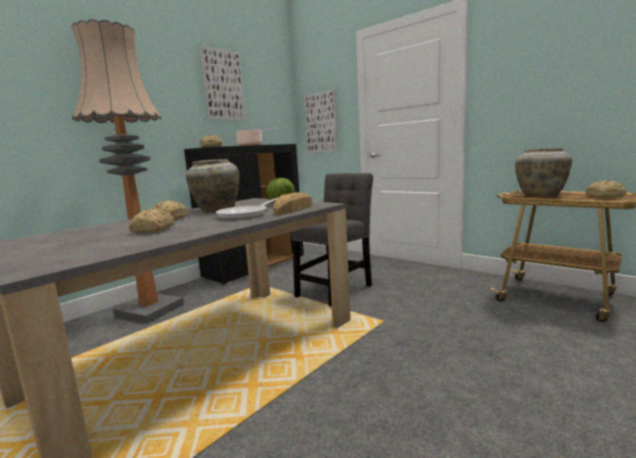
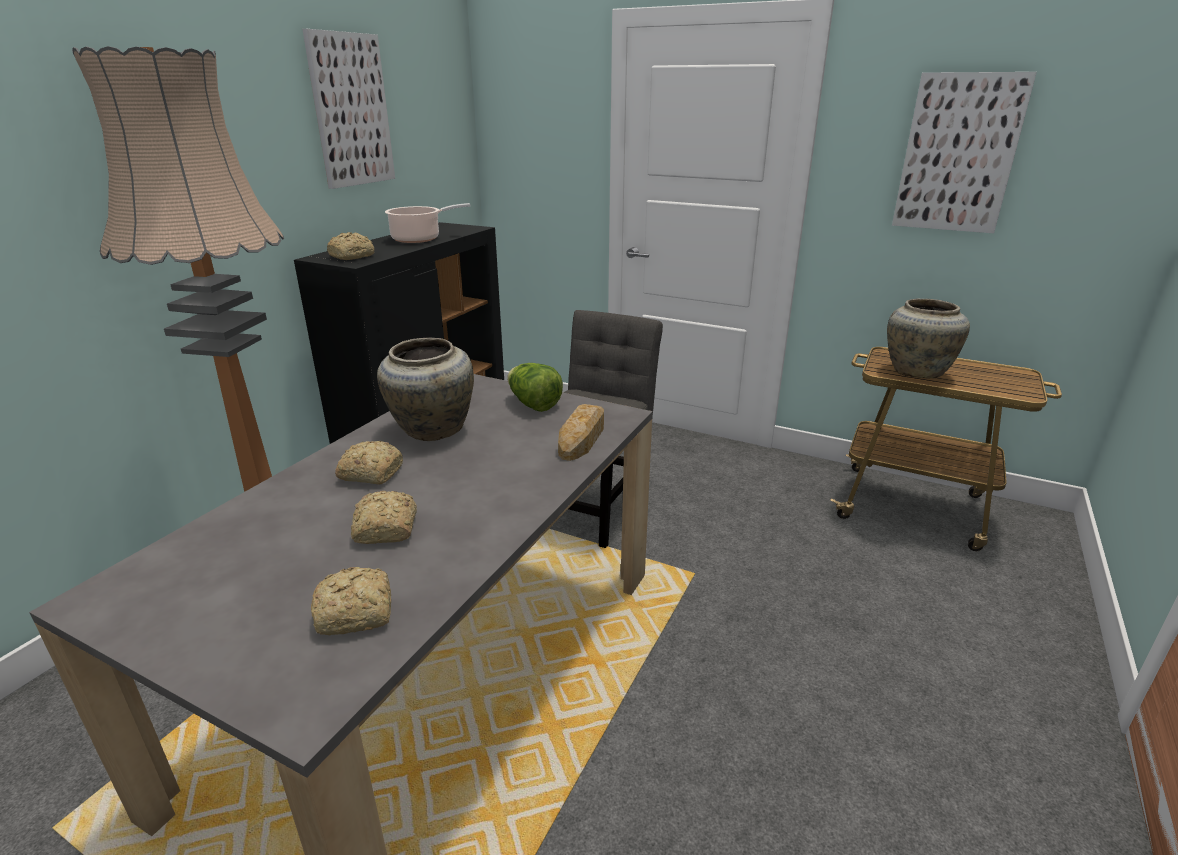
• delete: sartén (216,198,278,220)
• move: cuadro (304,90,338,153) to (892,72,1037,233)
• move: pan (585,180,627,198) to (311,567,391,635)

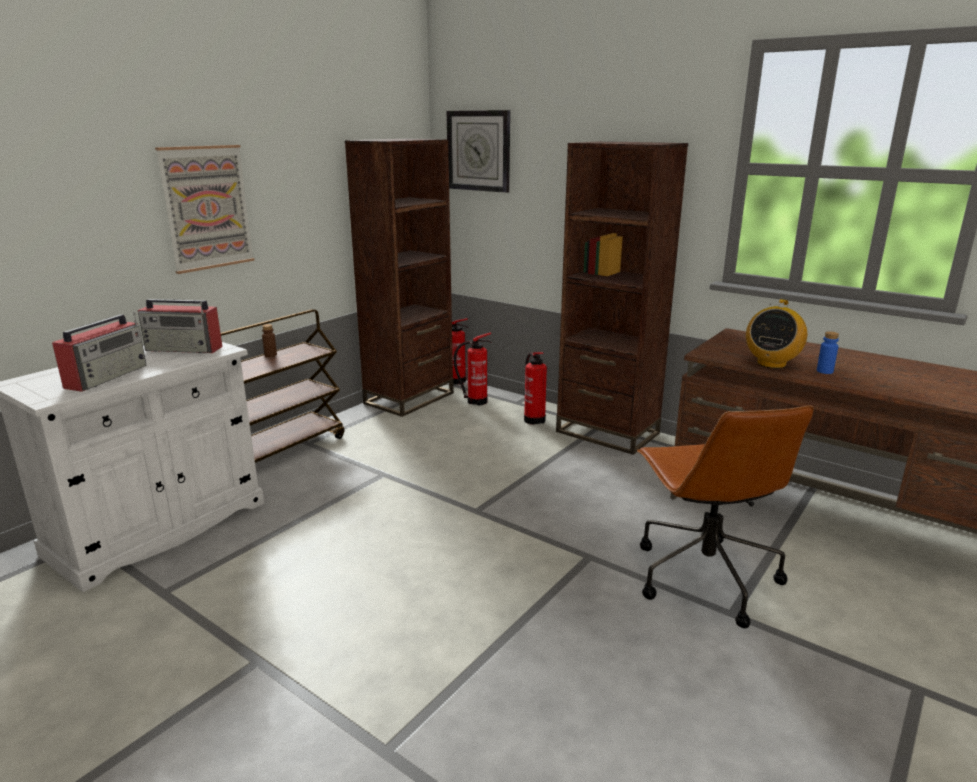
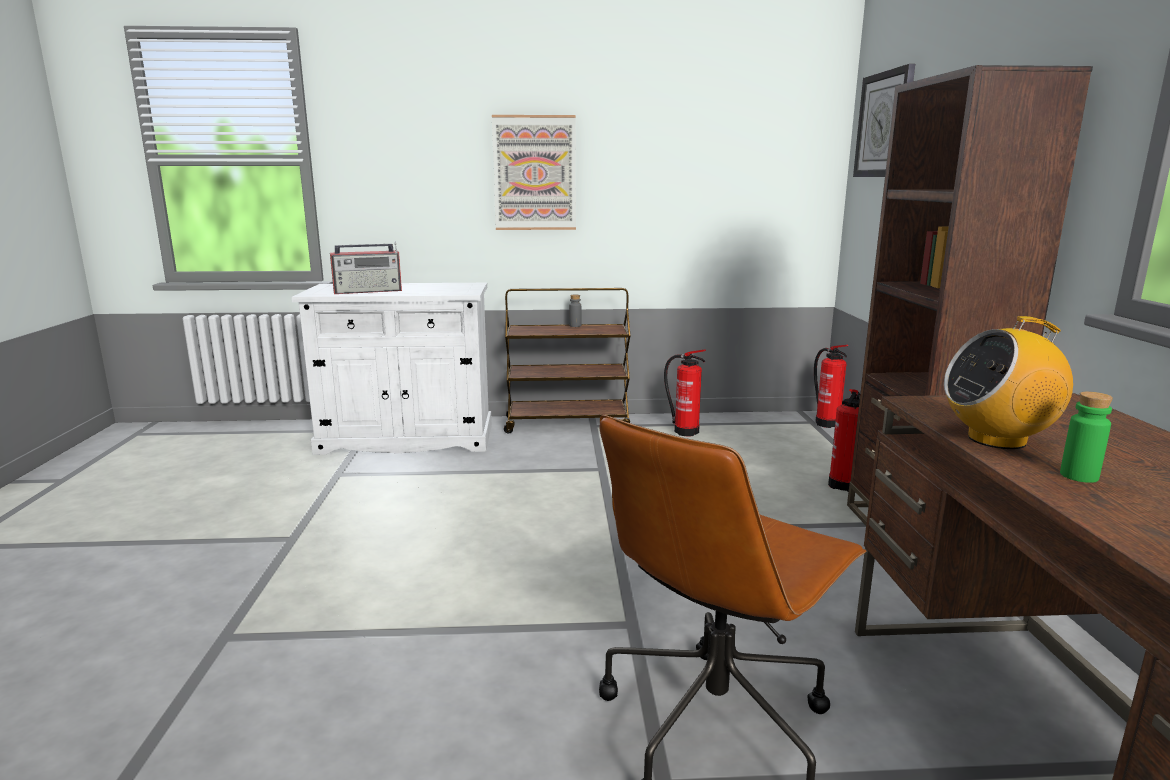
• delete: radio (138,299,223,353)
• recolor: botella [marrón] (262,324,277,357) to botella [gris] (569,295,581,327)
• delete: estantería [marrón] (345,139,454,417)
• move: extintor (453,333,491,406) to (664,349,706,437)
• recolor: botella [azul] (817,331,839,374) to botella [verde] (1060,391,1113,483)

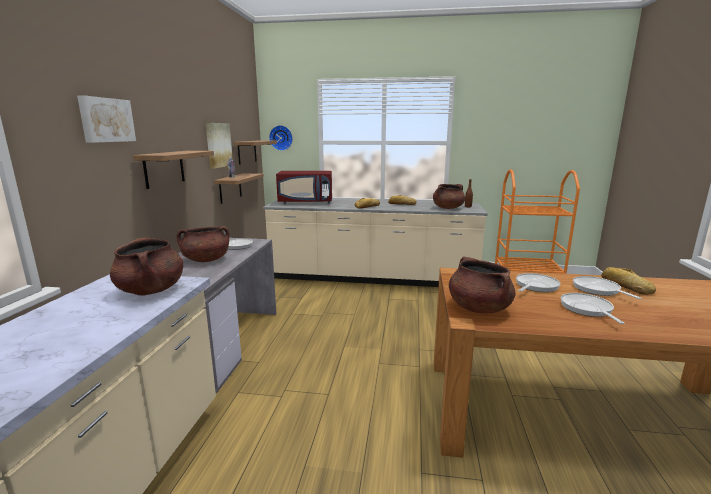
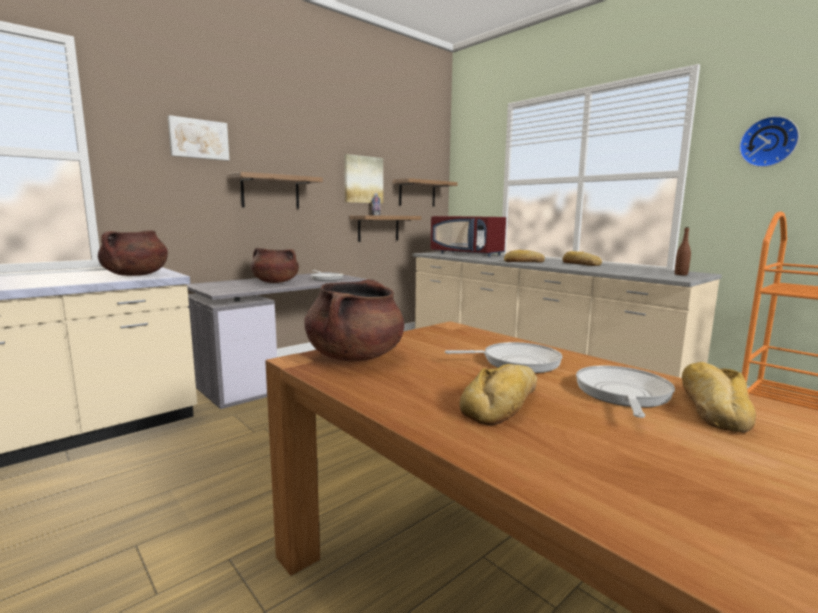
• move: reloj de pared (269,125,293,151) to (739,116,799,167)
• delete: olla [marrón] (433,184,465,209)
• replace: sartén (561,293,624,324) to pan (459,364,537,425)

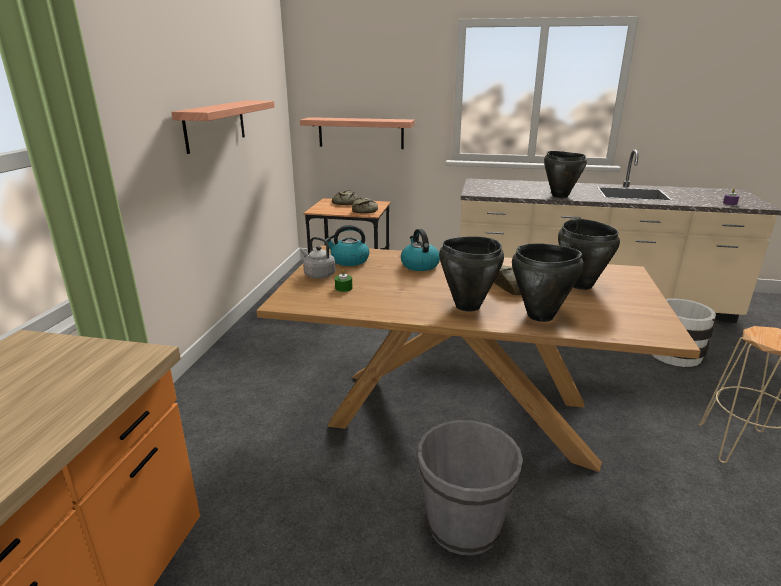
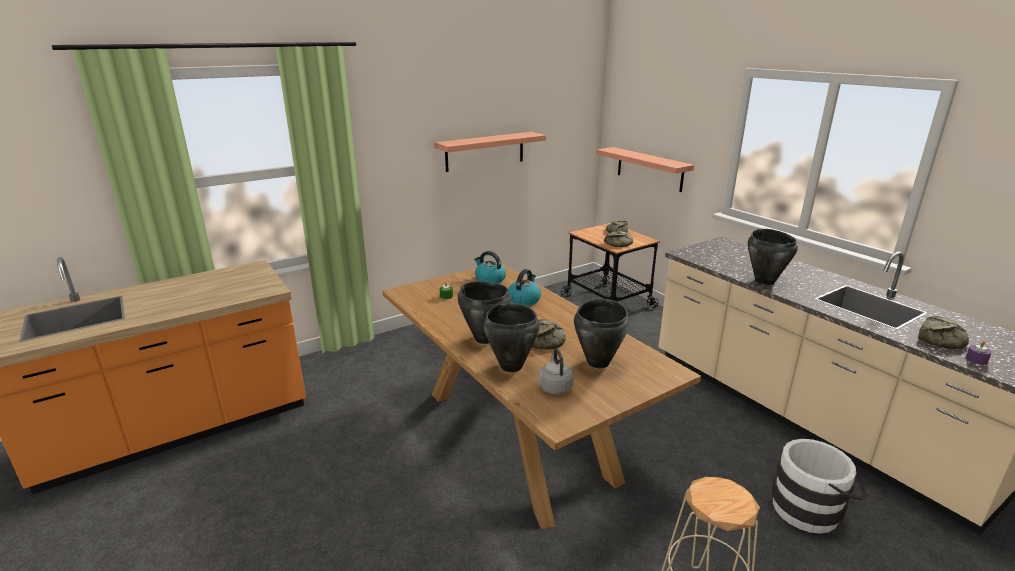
• move: hervidor [gris] (301,237,336,278) to (539,348,574,394)
• delete: cubo [gris] (418,420,523,555)
• insert: pan (918,316,969,349)

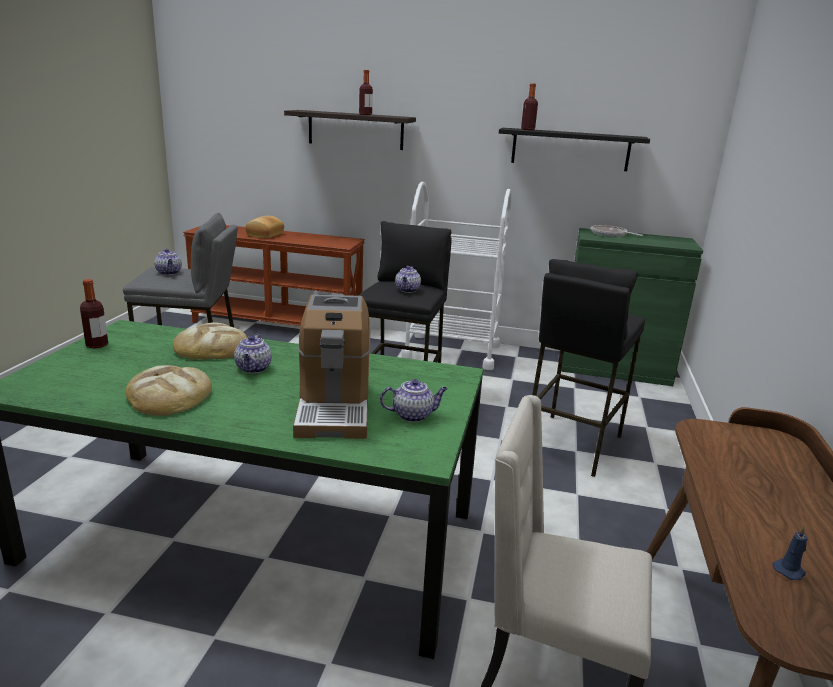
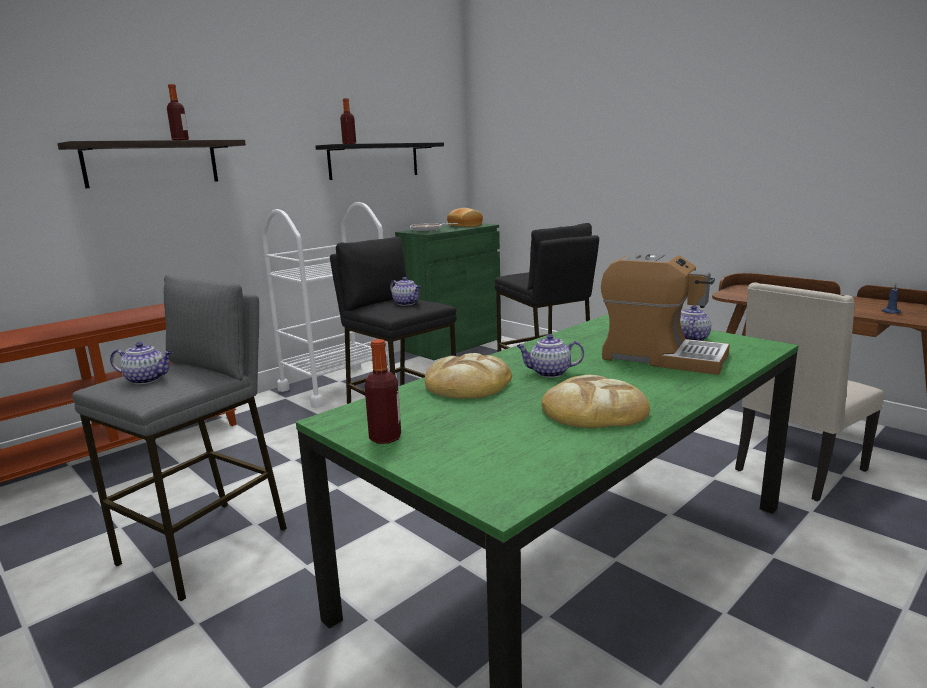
• rotate: tetera (234,334,272,373) = (516,334,584,378) 150 degrees clockwise
• move: pan (245,216,284,238) to (447,208,483,227)

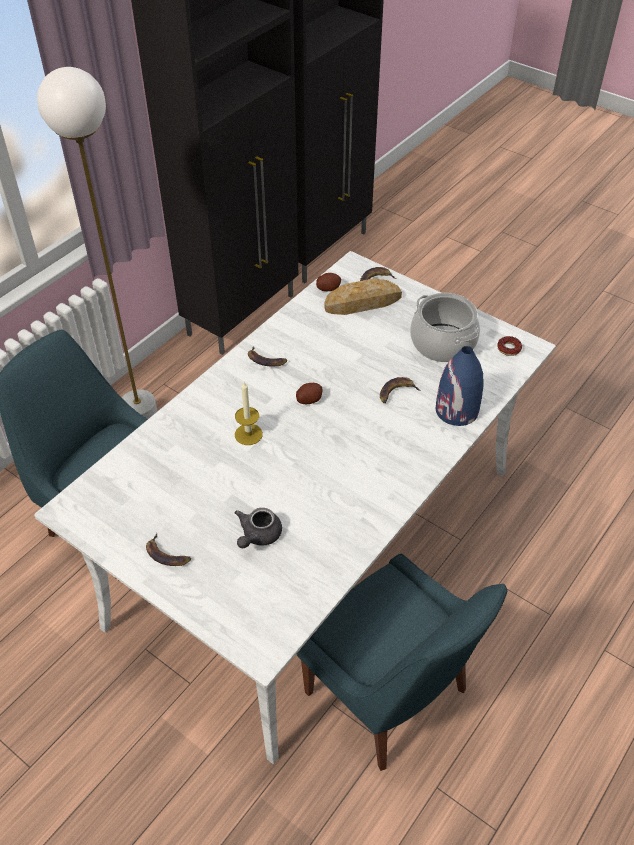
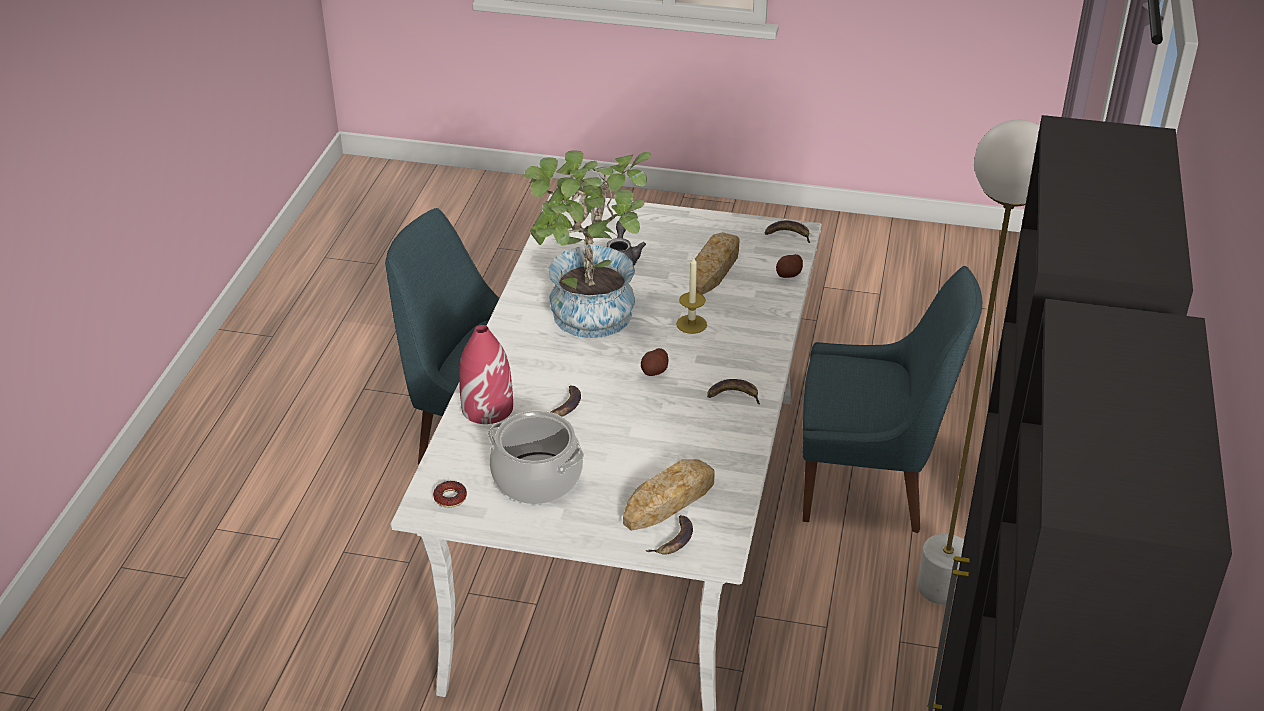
• move: plátano (146,533,191,566) to (765,221,810,243)
• move: patata (316,273,341,291) to (776,254,803,278)
• recolor: florero [azul] (436,346,484,426) to florero [rojo] (459,325,513,424)
• insert: planta en maceta (524,150,651,338)
• insert: pan (695,232,740,295)

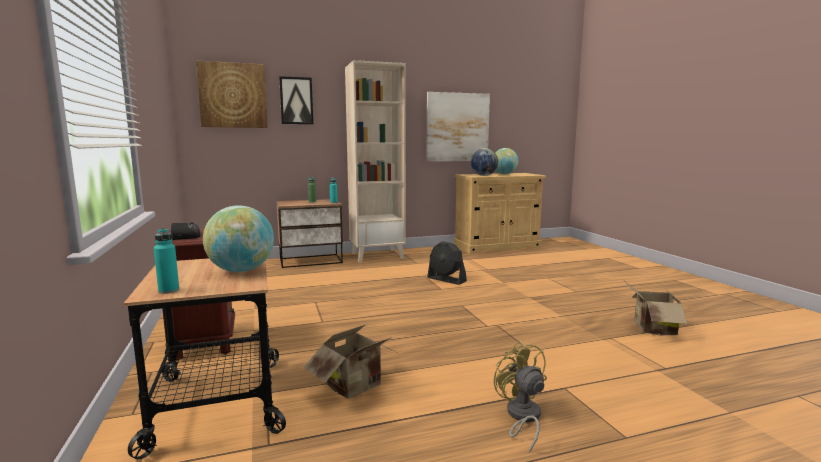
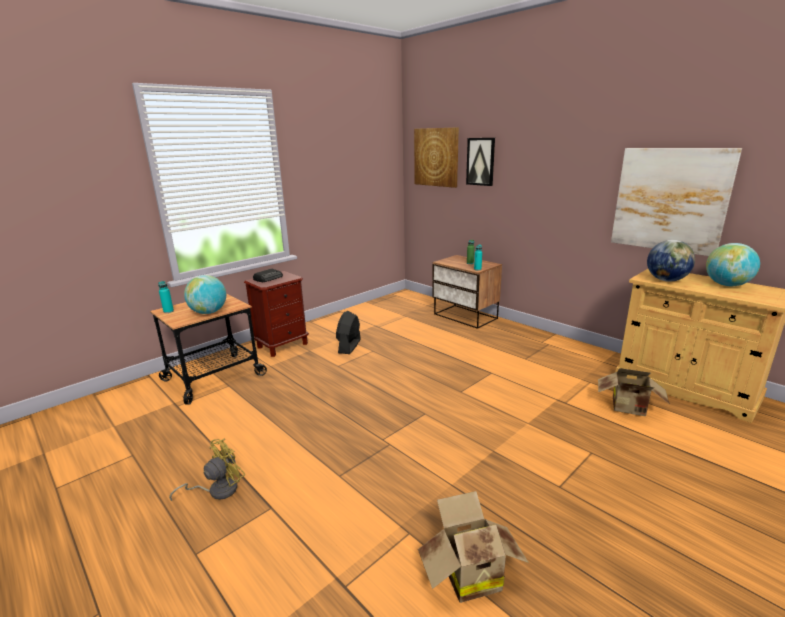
• move: caja de cartón (303,325,397,399) to (598,368,670,416)
• delete: estantería [beis] (345,60,406,262)
• move: ventilador [negro] (427,241,467,285) to (336,311,361,354)

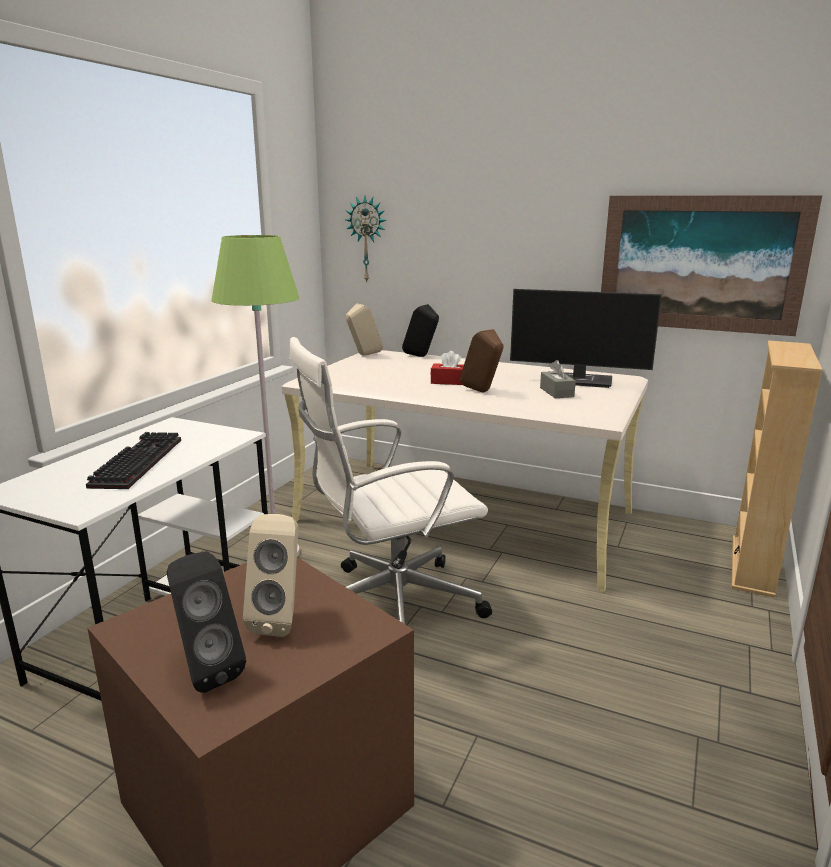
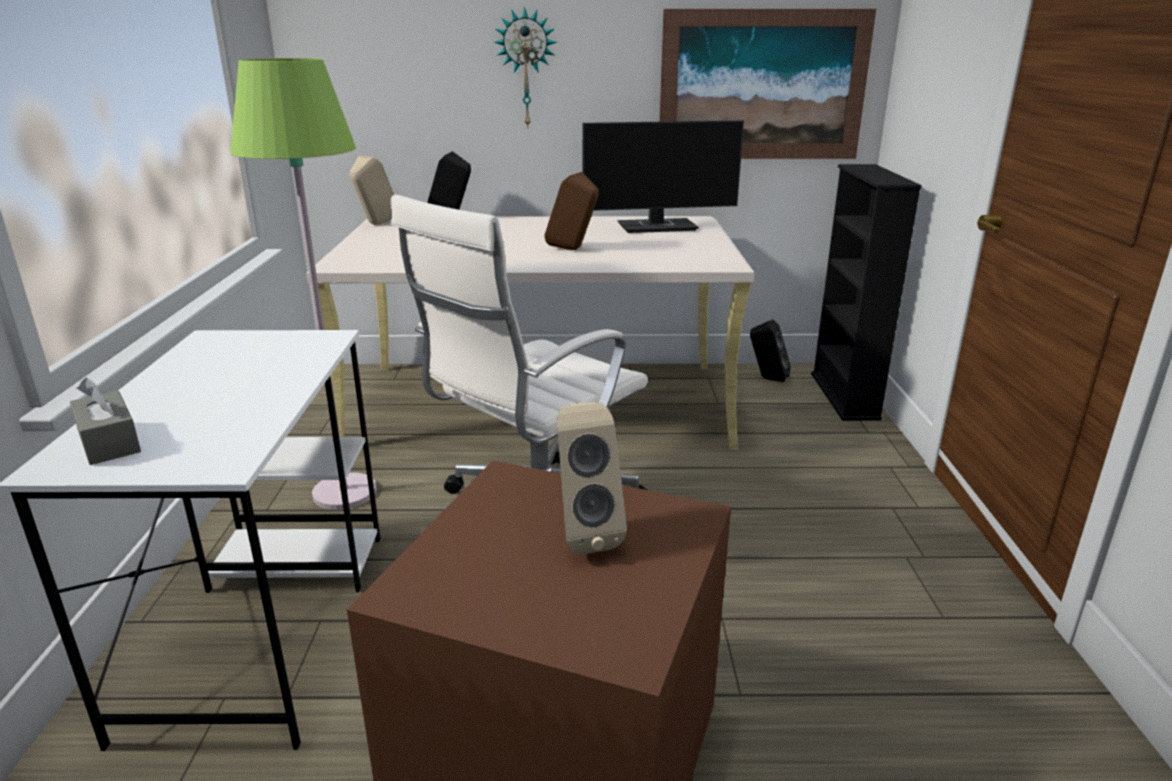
• delete: teclado (86,432,181,489)
• move: altavoz [negro] (166,551,246,693) to (750,319,791,382)
• move: reloj de pared (345,196,387,282) to (494,7,557,129)
• delete: caja de pañuelos [rojo] (431,351,464,385)
• move: caja de pañuelos [gris] (540,360,576,398) to (70,377,141,465)
• recolor: estantería [beis] (732,341,823,598) to estantería [negro] (811,164,922,421)

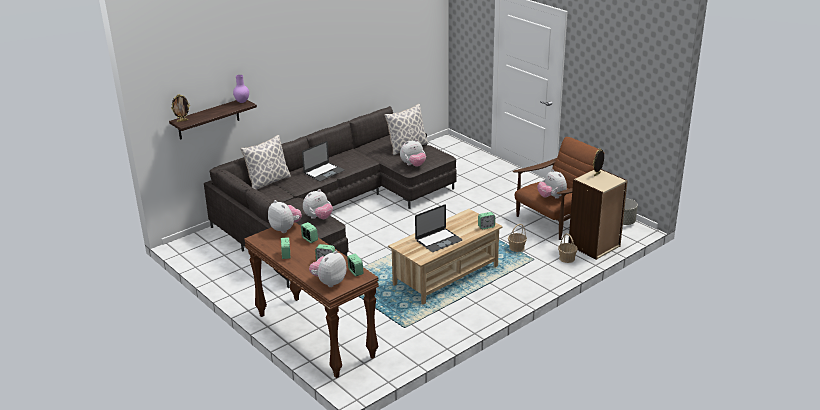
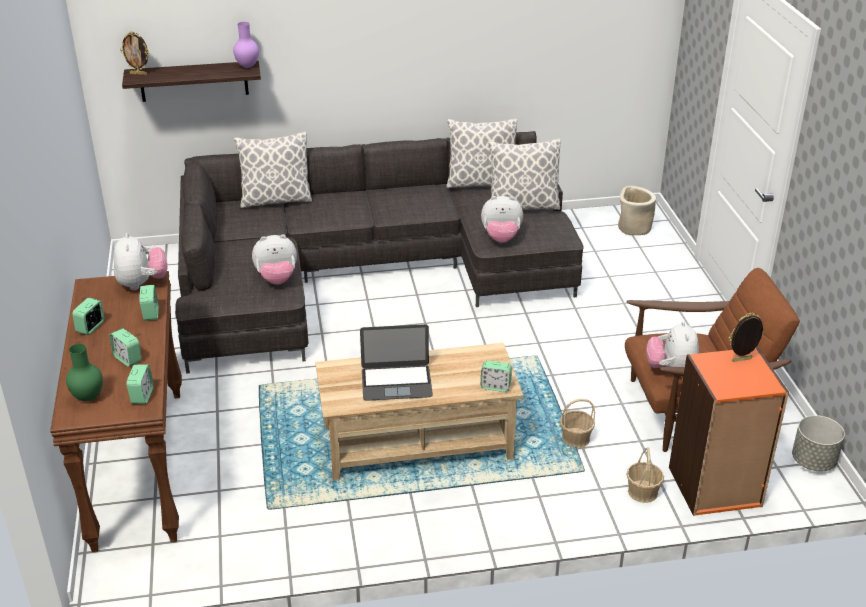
• delete: portátil (302,141,344,181)
• replace: peluche (309,250,347,287) to florero [verde] (66,344,103,401)
• recolor: estantería [beis] (568,169,628,260) to estantería [naranja] (669,347,789,516)
• insert: cojín (446,118,517,188)
• insert: maceta [beis] (618,186,656,235)

